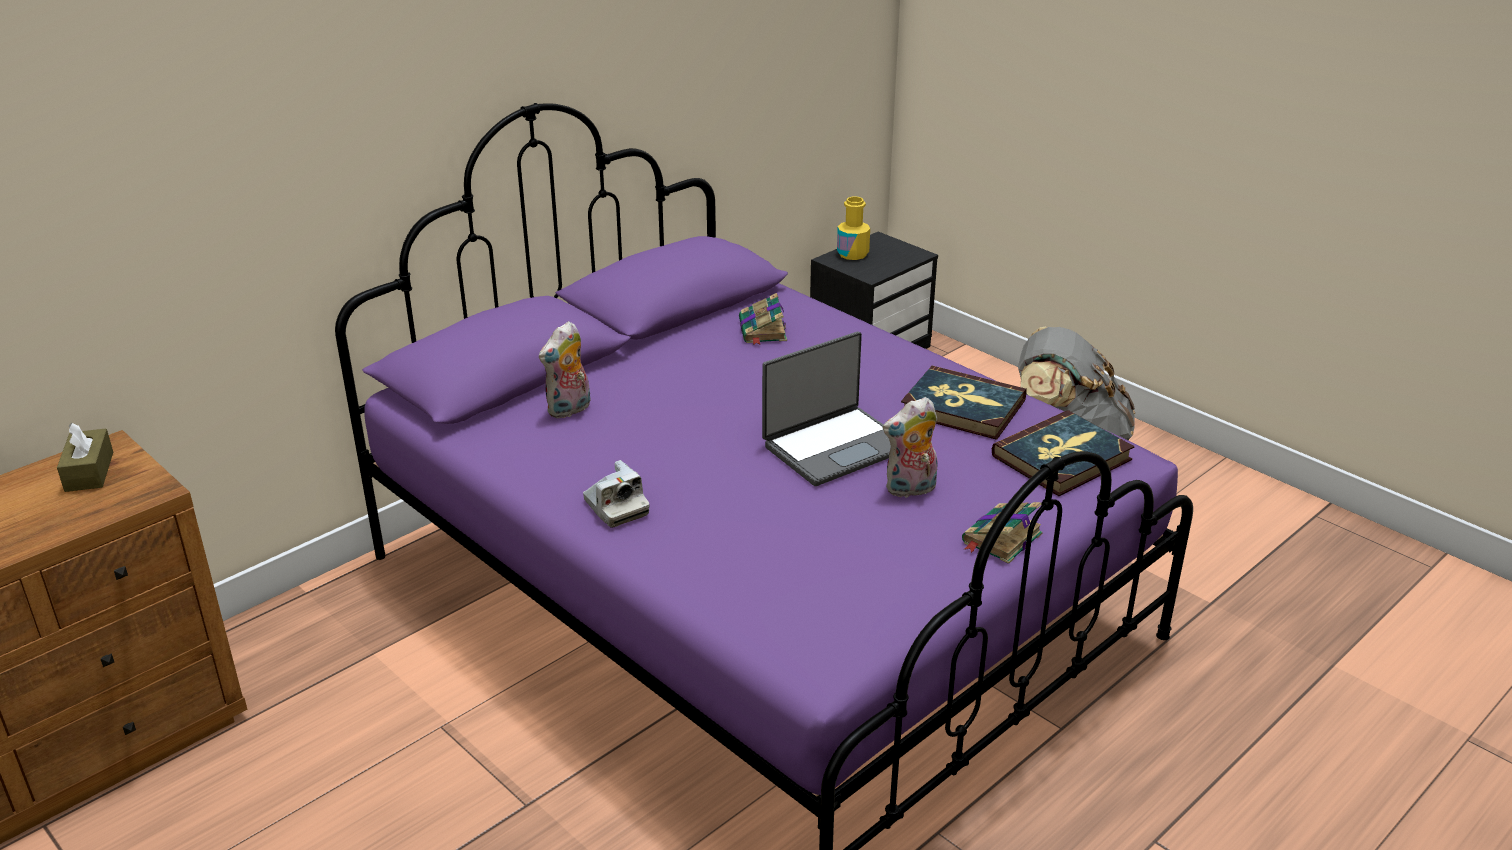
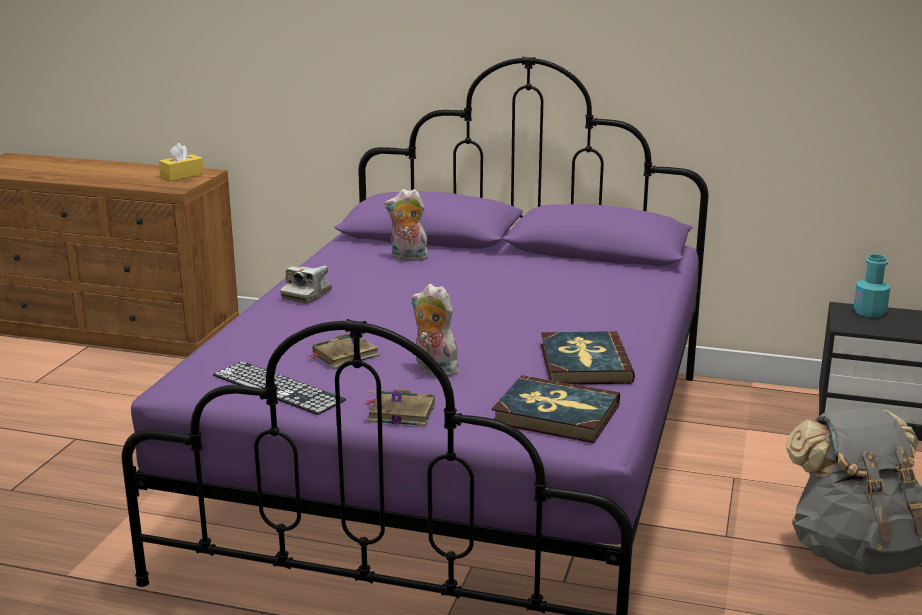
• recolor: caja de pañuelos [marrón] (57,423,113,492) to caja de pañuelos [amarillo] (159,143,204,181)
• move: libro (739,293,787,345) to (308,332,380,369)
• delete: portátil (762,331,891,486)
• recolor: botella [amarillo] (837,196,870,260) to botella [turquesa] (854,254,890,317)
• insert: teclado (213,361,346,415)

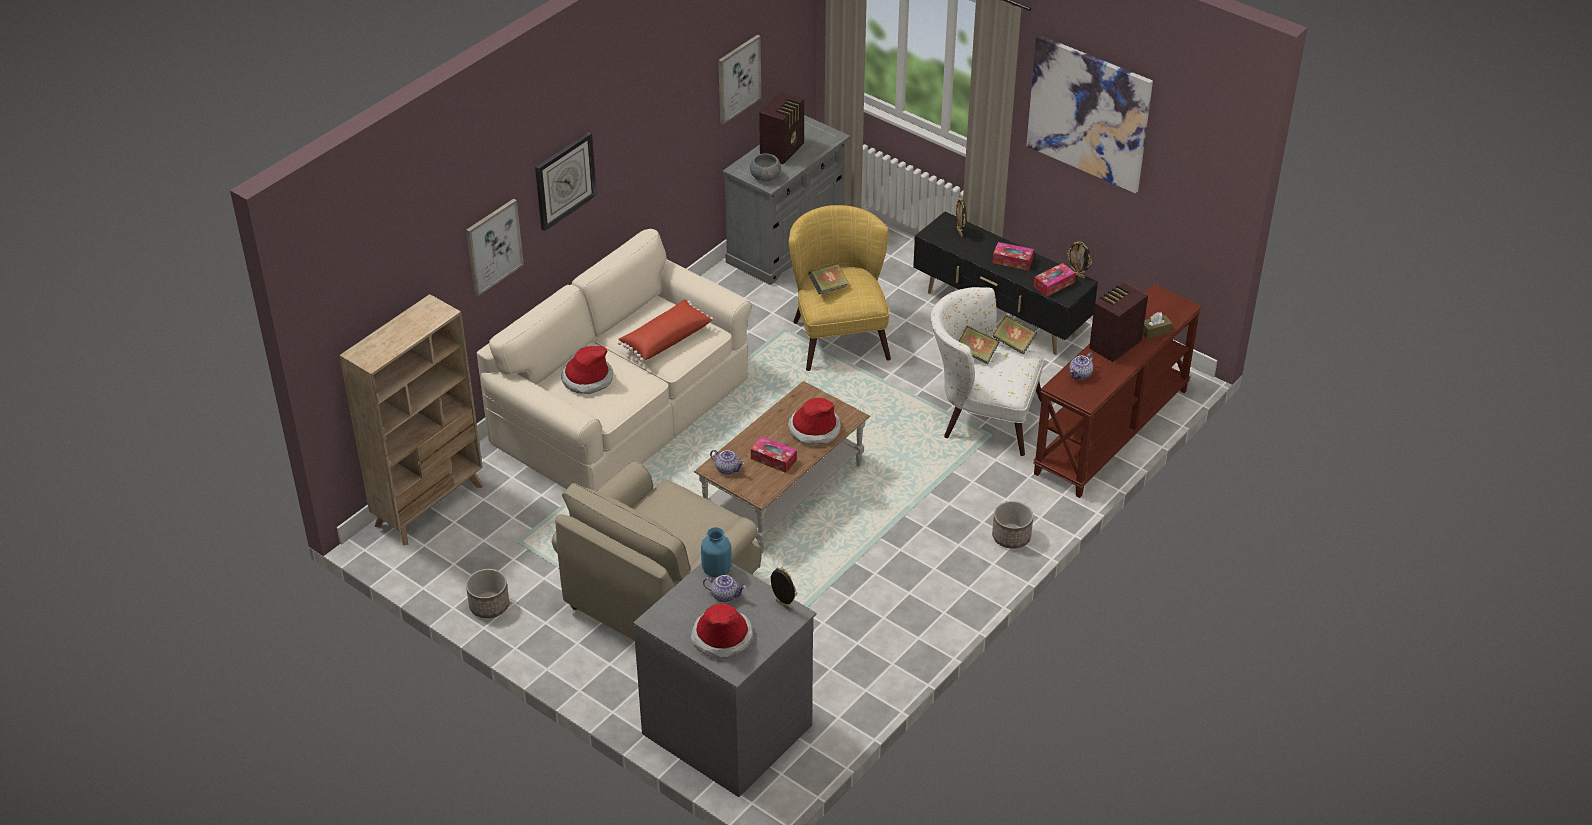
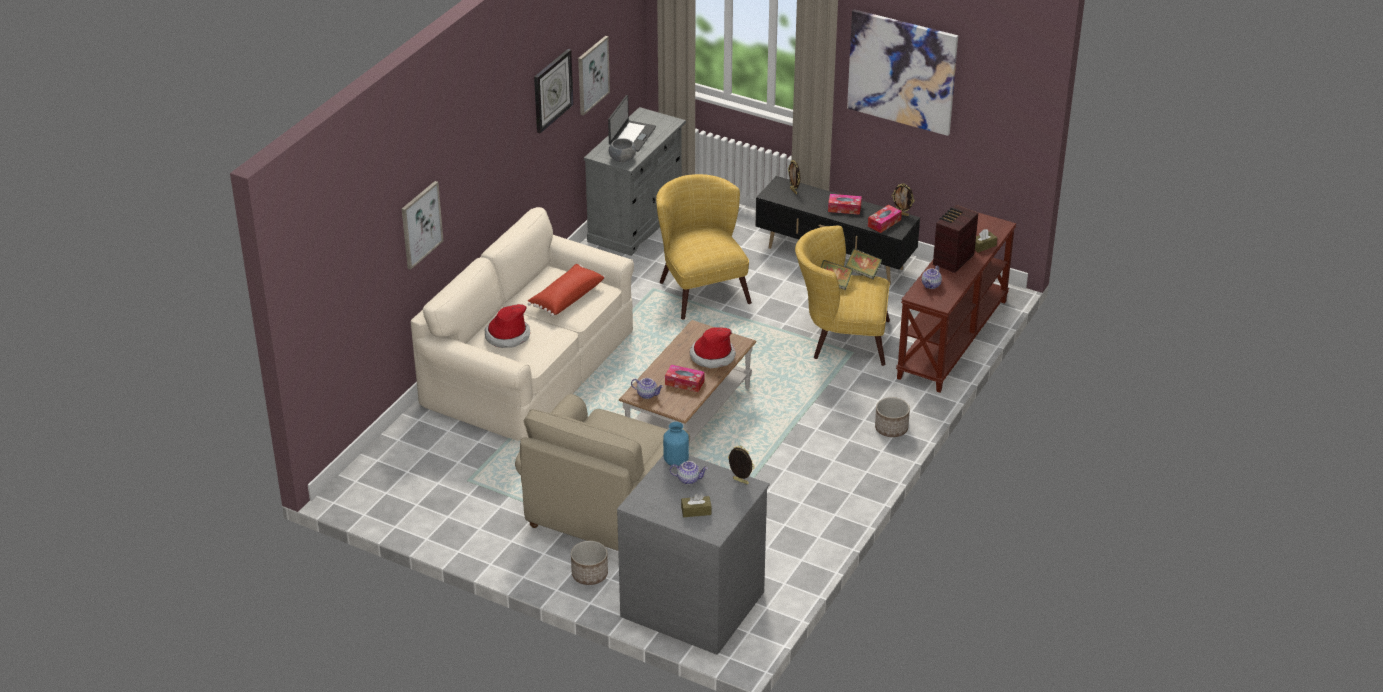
• delete: estantería [beis] (339,294,483,545)
• move: maceta (466,569,509,618) to (571,541,608,585)
• move: reloj de pared (535,132,597,231) to (534,49,573,133)
• replace: sombrero (691,604,753,659) to caja de pañuelos [marrón] (681,494,712,517)
• replace: radio (759,92,804,164) to portátil (608,95,656,152)
• delete: libro (808,263,849,294)
• recolor: sillón [blanco] (931,287,1044,456) to sillón [amarillo] (795,226,890,366)

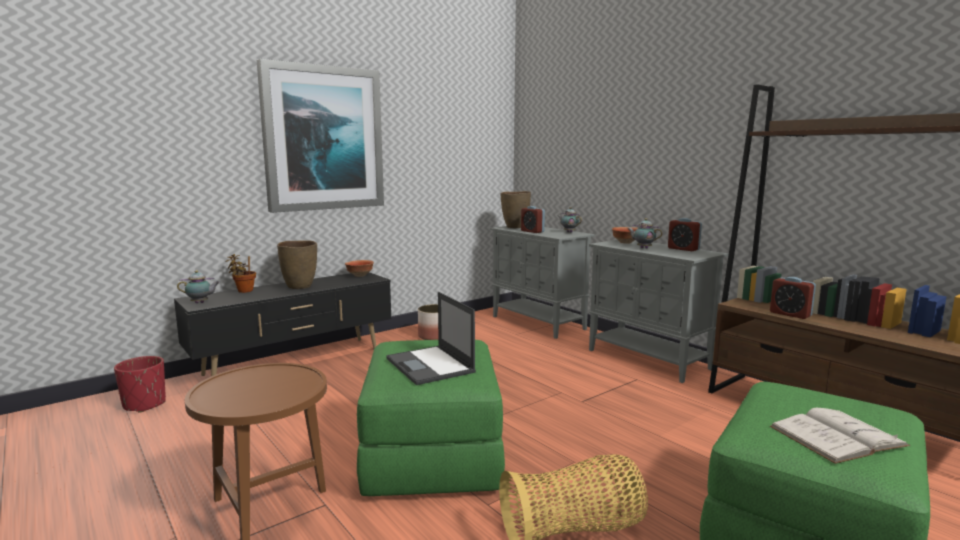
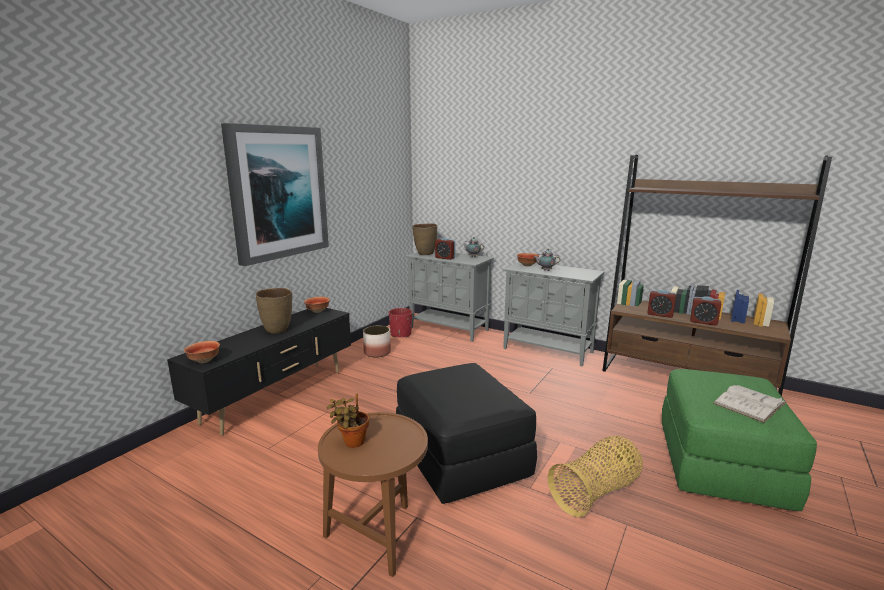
• move: maceta [rojo] (114,356,166,413) to (389,308,412,338)
• replace: tetera (177,270,220,303) to cuenco (184,341,220,363)
• move: planta en maceta (226,254,256,293) to (326,394,369,448)
• recolor: puf [verde] (357,340,505,496) to puf [negro] (396,363,537,504)
• delete: portátil (386,292,476,385)
• move: despertador (668,218,702,251) to (690,296,721,326)

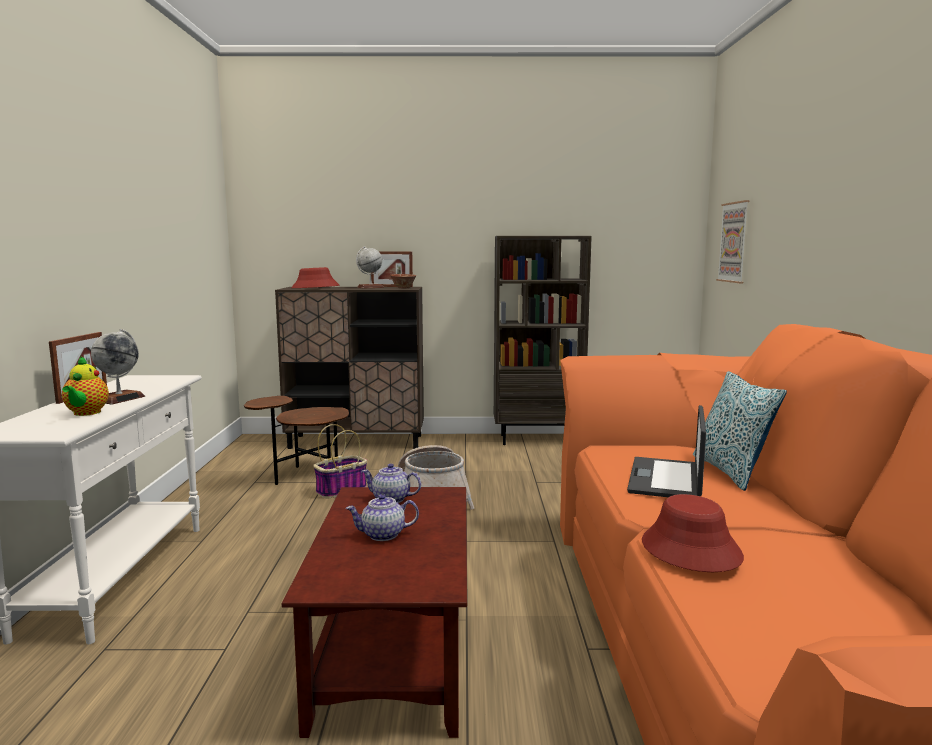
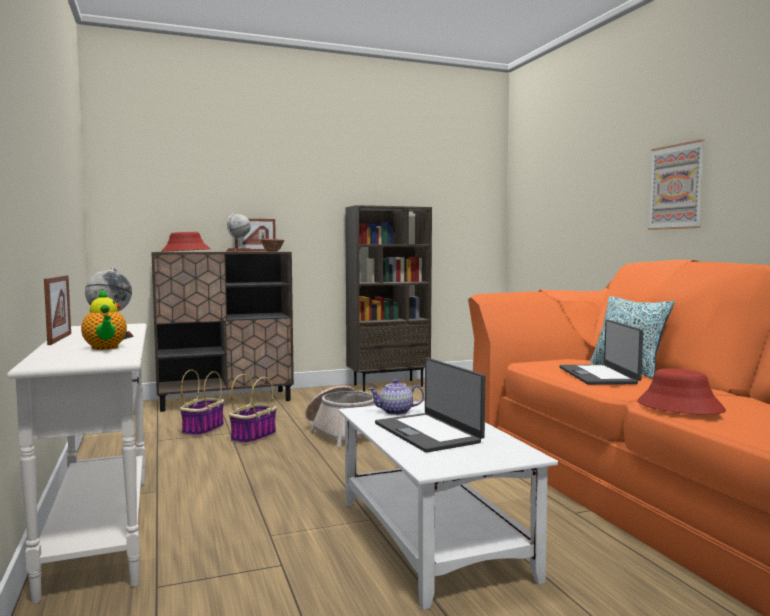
• replace: mesa auxiliar [marrón] (244,396,349,485) to cesta (180,370,224,437)
• recolor: mesa de centro [marrón] (282,487,467,738) to mesa de centro [blanco] (338,401,558,610)
• replace: tetera (346,494,419,541) to portátil (375,358,486,453)
• move: cuadro (716,200,750,283) to (648,139,705,230)

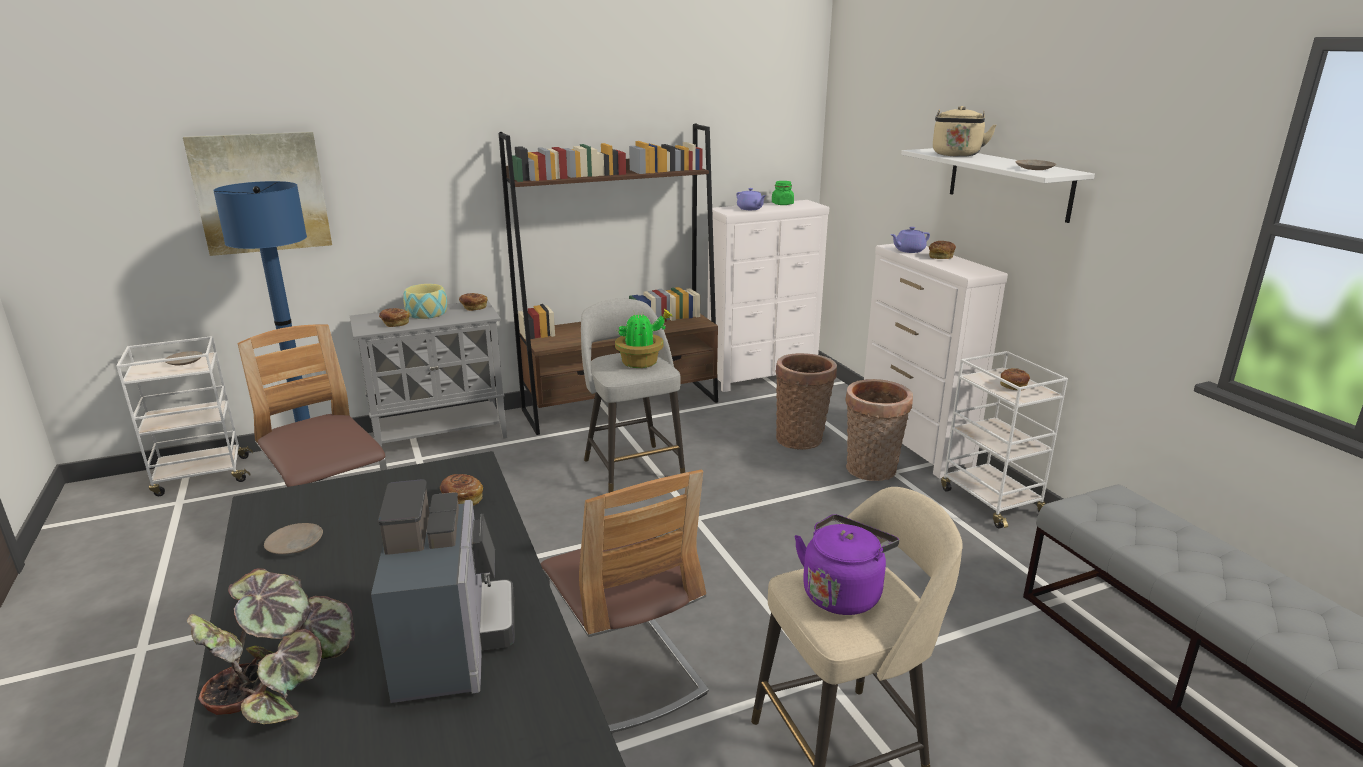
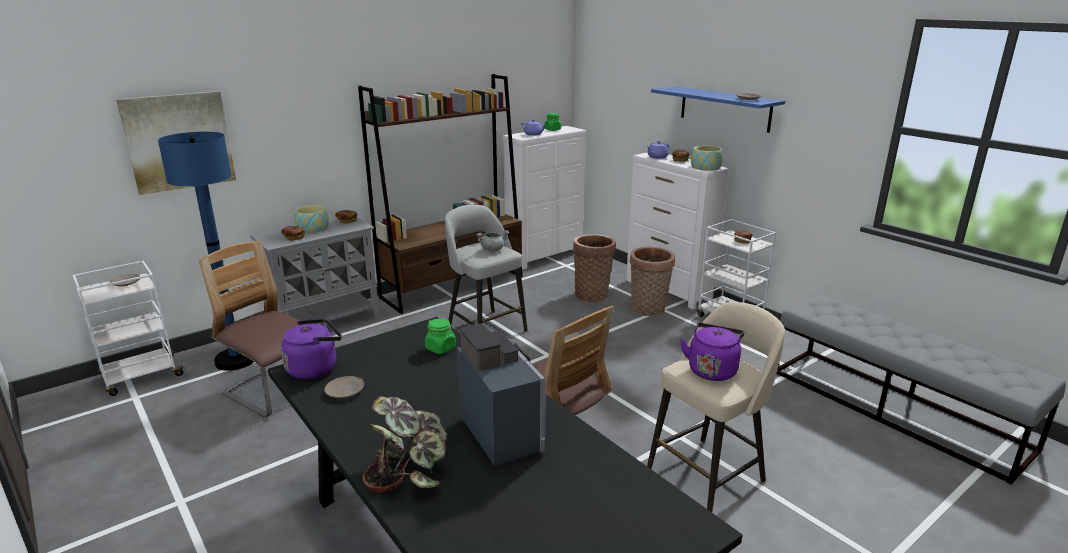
• replace: pan (440,474,483,506) to tarro [verde] (425,318,456,354)
• replace: planta en maceta (615,309,672,368) to olla [gris] (476,231,510,252)
• recolor: estante [blanco] (901,148,1095,223) to estante [azul] (651,86,785,133)
• delete: hervidor [beis] (933,106,996,157)
• insert: hervidor [morado] (281,319,342,379)
• insert: cuenco (691,146,723,171)

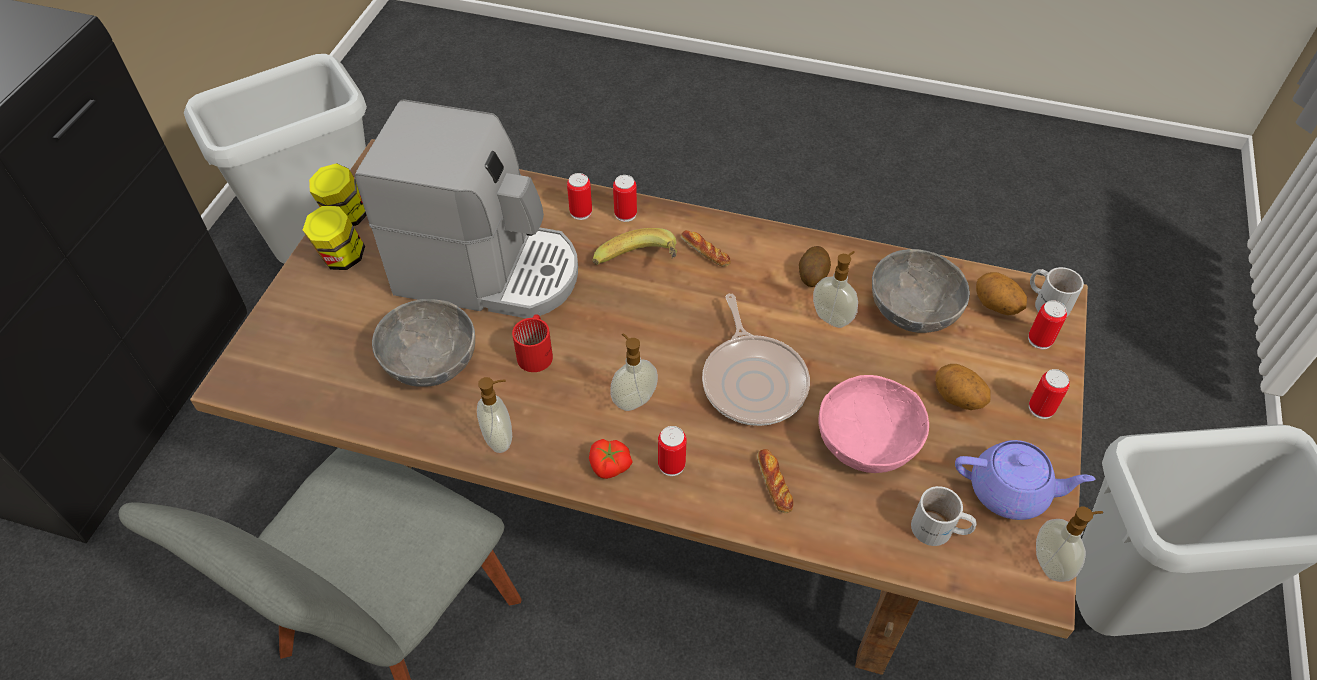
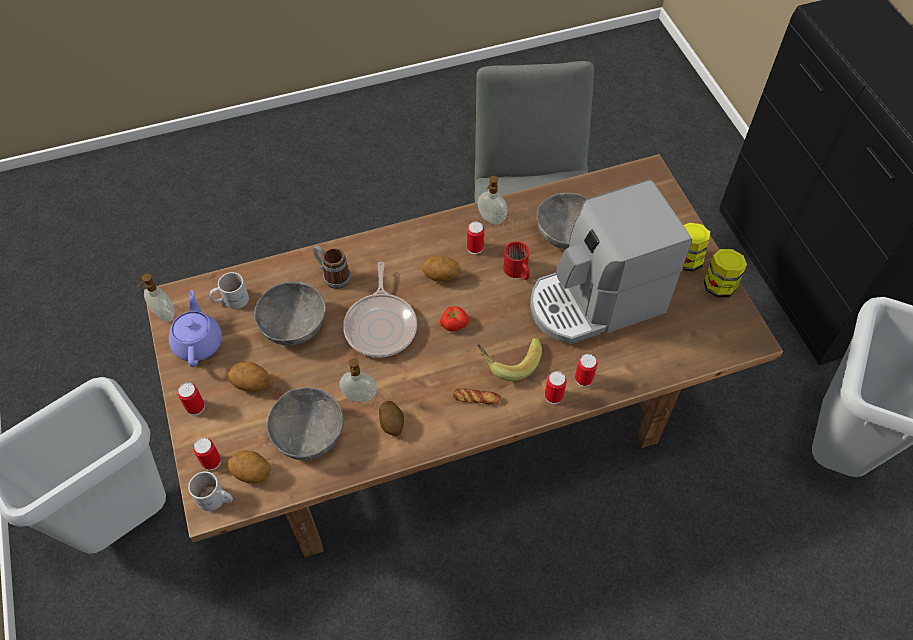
• move: tomate (589,439,633,479) to (440,306,469,332)
• replace: dispensador de jabón (610,333,658,411) to patata (422,256,460,282)
• move: lata (658,426,687,476) to (467,222,484,254)
• rotate: sartén (702,294,810,426) = (343,262,417,358) 135 degrees counterclockwise
• replace: pan (757,449,793,513) to taza grande (313,246,351,289)
• recolor: cuenco [rosa] (818,375,929,473) to cuenco [gris] (254,281,326,346)
• rotate: tetera [morado] (955,440,1095,520) = (169,290,222,367) 105 degrees clockwise

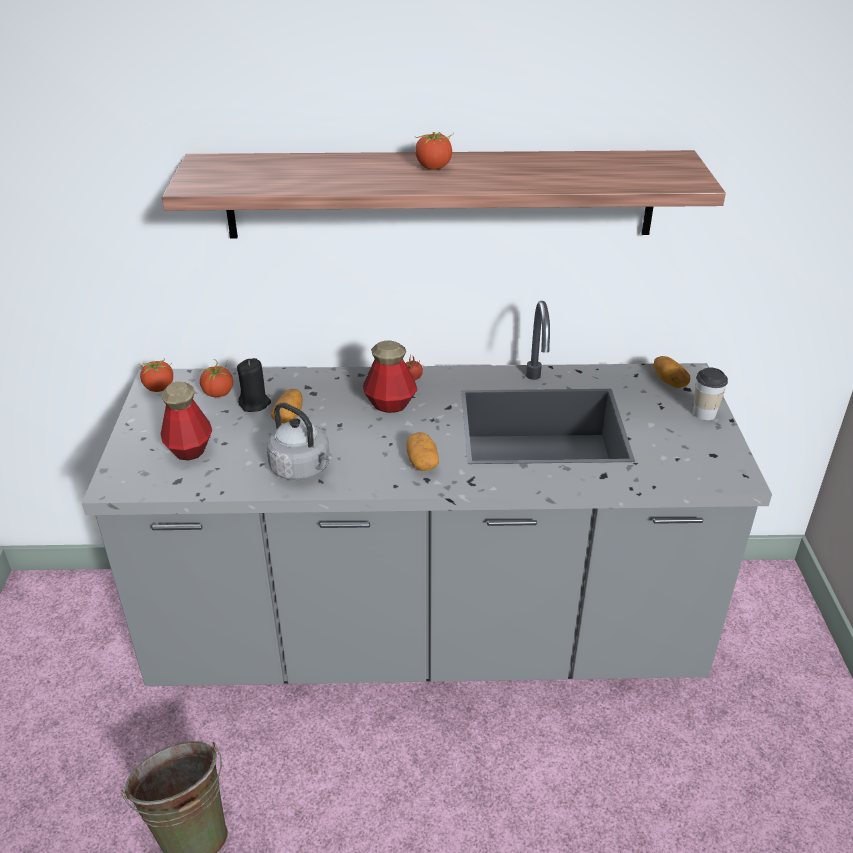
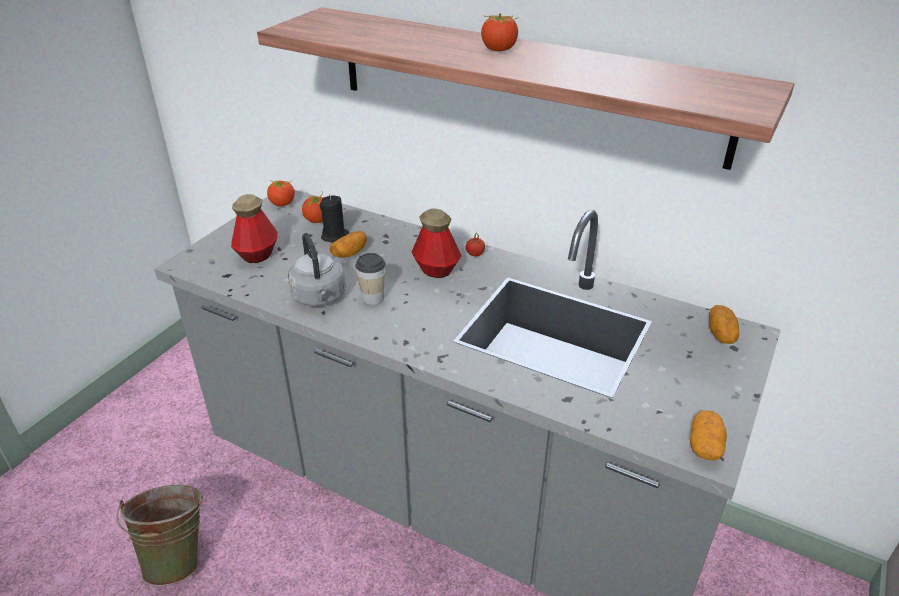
• move: patata (407,432,439,471) to (690,410,727,460)
• move: taza (693,368,728,421) to (355,253,386,305)

